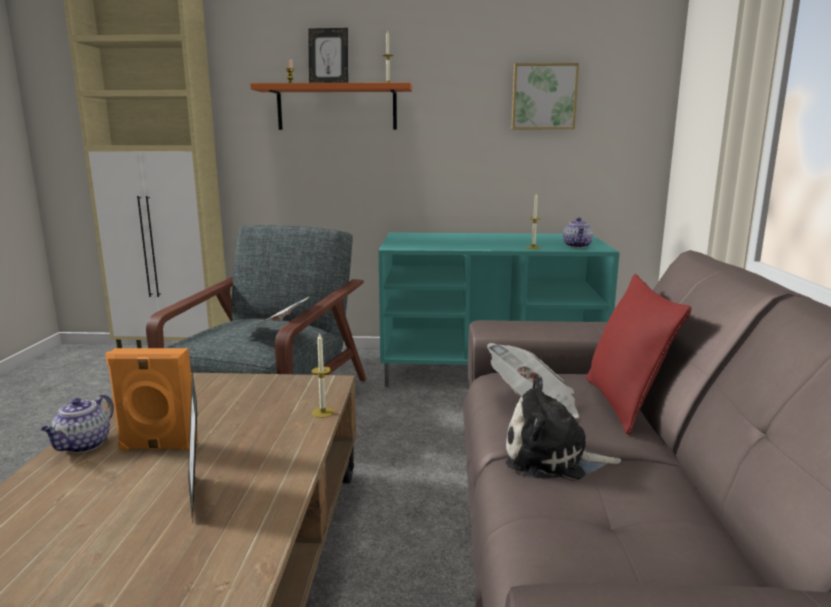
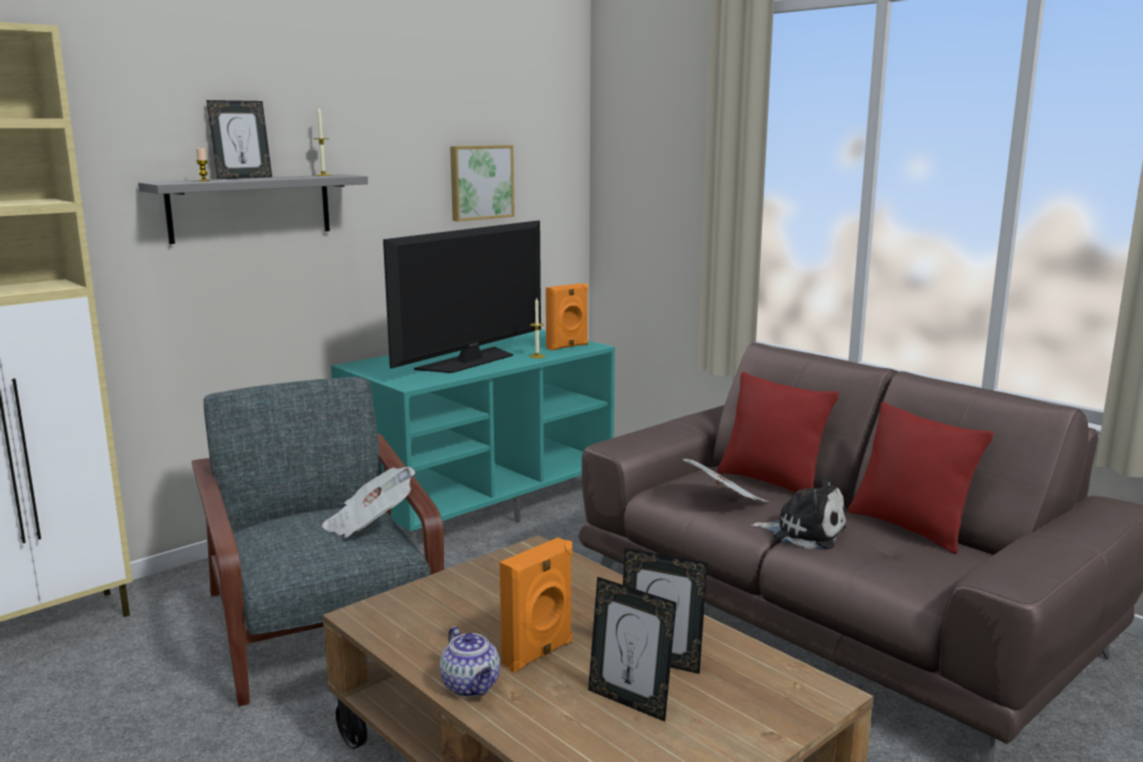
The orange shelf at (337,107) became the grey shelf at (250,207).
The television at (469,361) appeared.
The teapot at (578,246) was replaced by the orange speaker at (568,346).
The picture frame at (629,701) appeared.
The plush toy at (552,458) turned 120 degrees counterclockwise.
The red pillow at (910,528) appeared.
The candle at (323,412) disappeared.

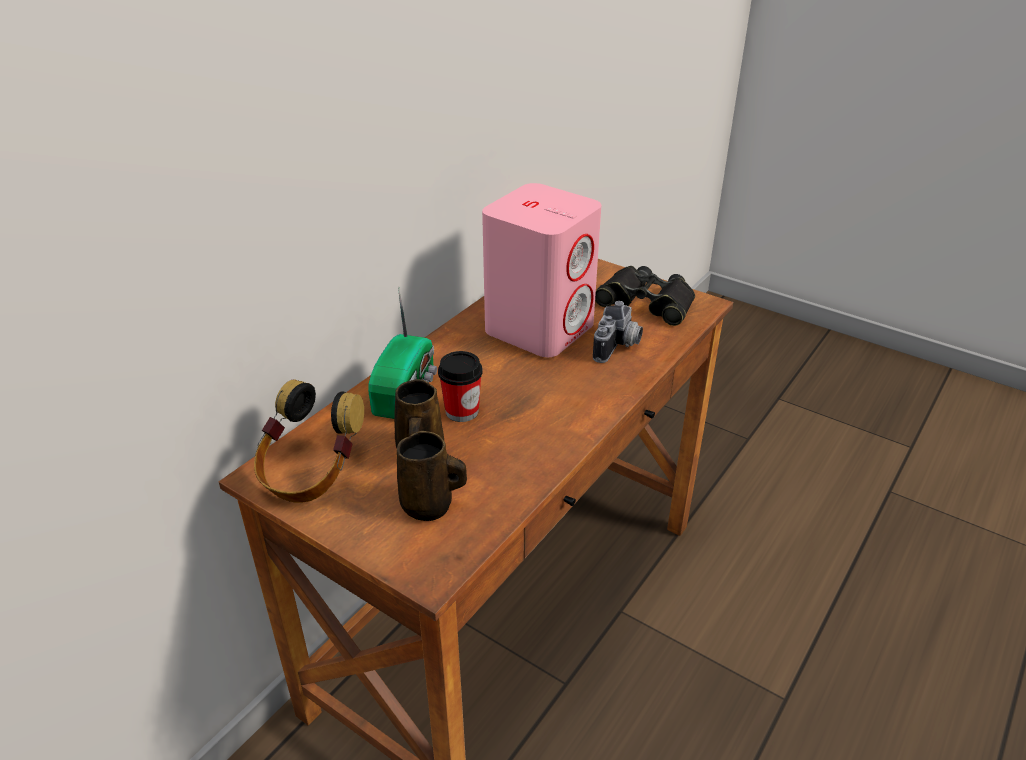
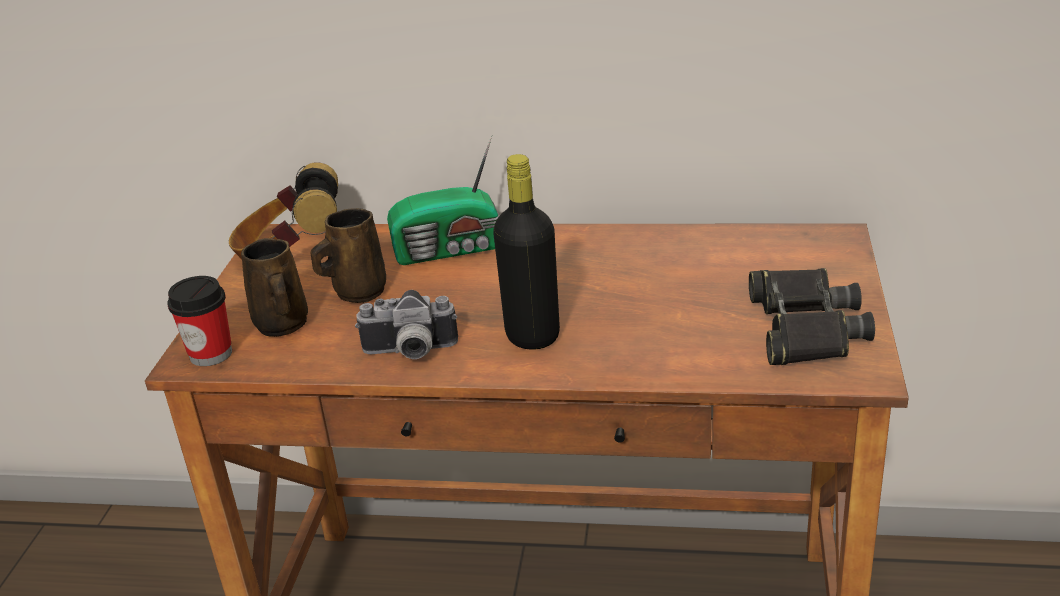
The cup moved from (462,411) to (211,354).
The photo camera moved from (618,347) to (410,353).
The black bottle at (532,336) appeared.
The pink speaker at (540,327) disappeared.

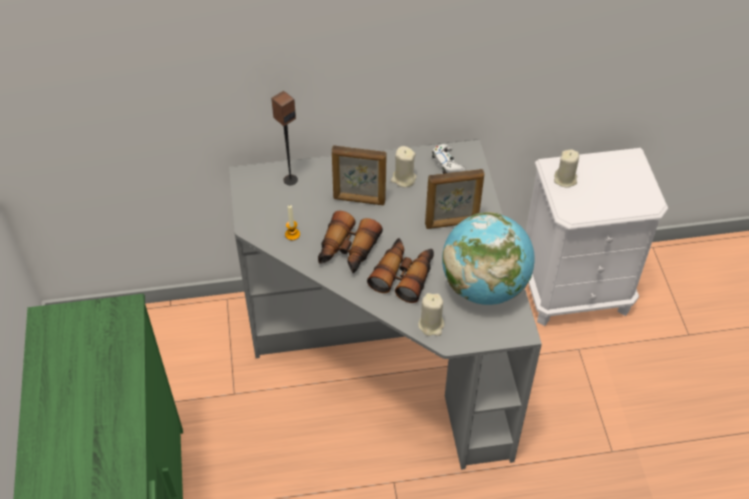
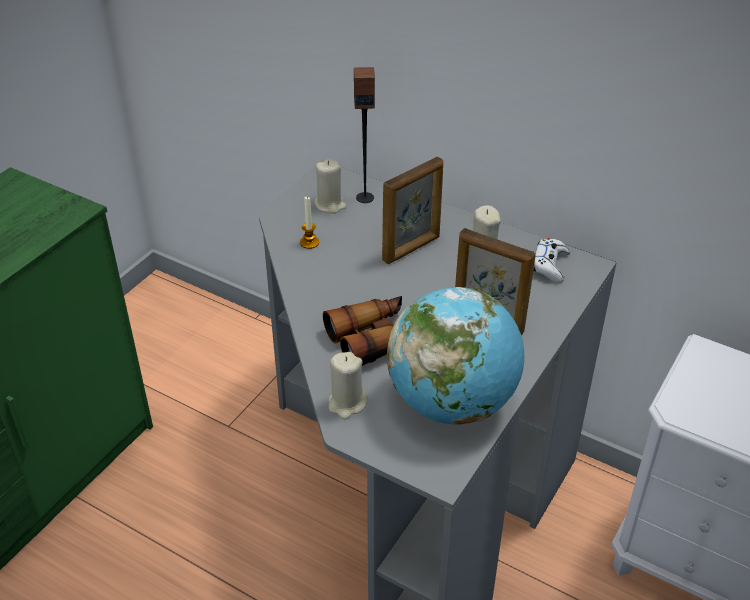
The beige candle moved from (565,179) to (330,205).
The picture frame at (359,200) turned 90 degrees counterclockwise.
The binoculars at (347,251) disappeared.

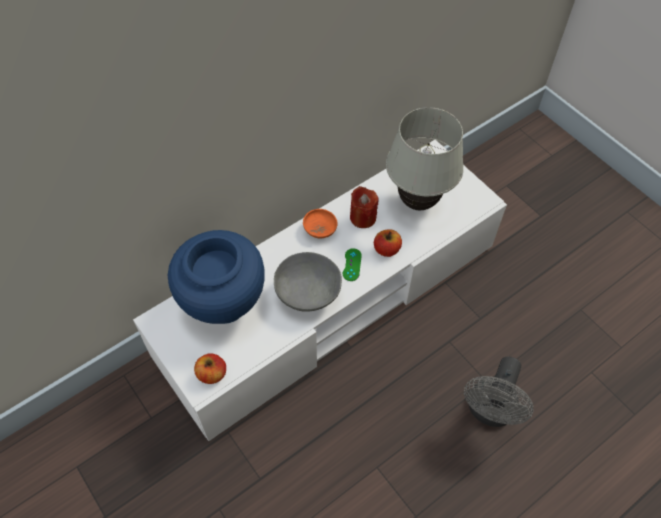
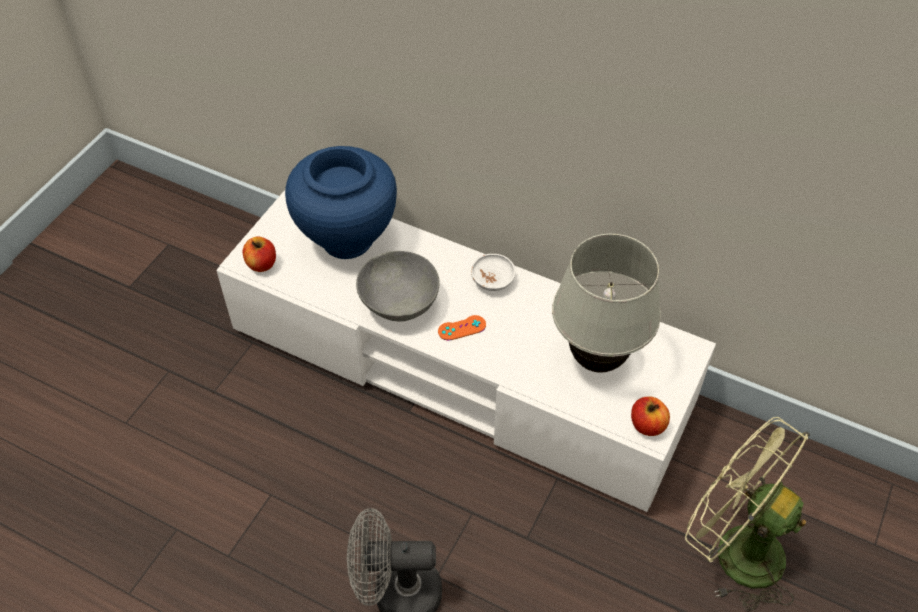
The green game controller at (352,264) became the orange game controller at (462,328).
The orange bowl at (320,229) became the white bowl at (492,280).
The apple moved from (386,249) to (647,425).
The green fan at (734,550) appeared.
The red candle at (363,217) disappeared.

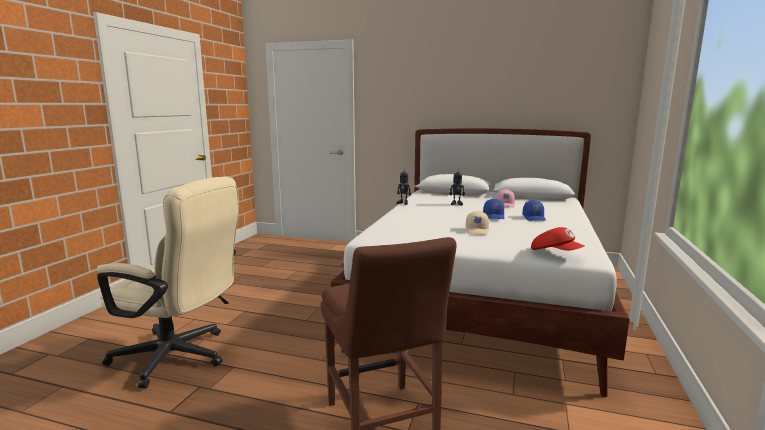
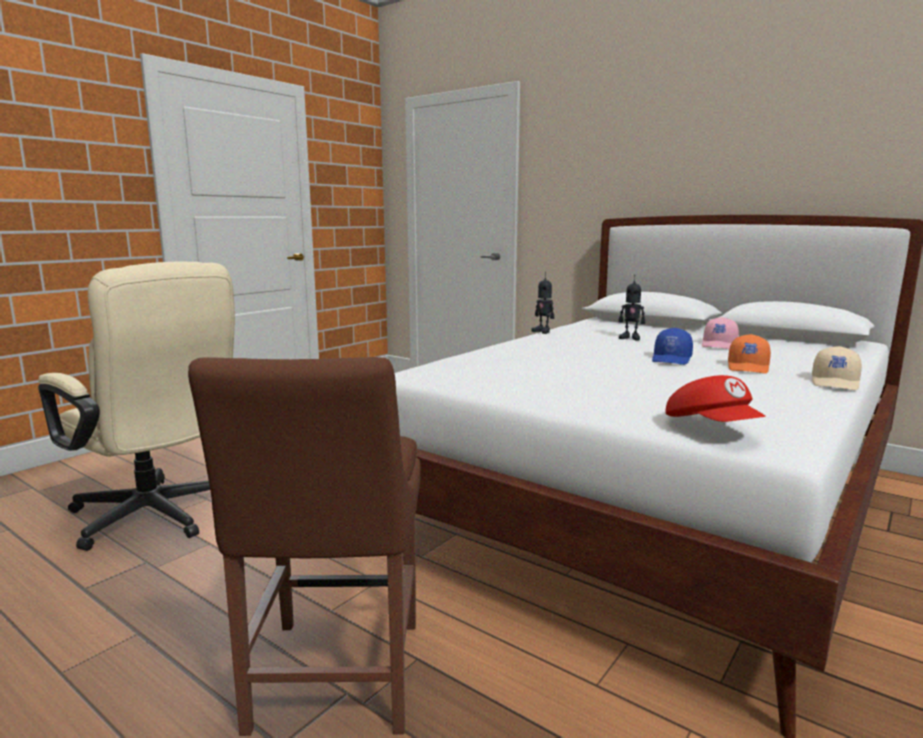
The blue cap at (534,218) became the orange cap at (749,367).
The beige cap moved from (477,230) to (836,383).

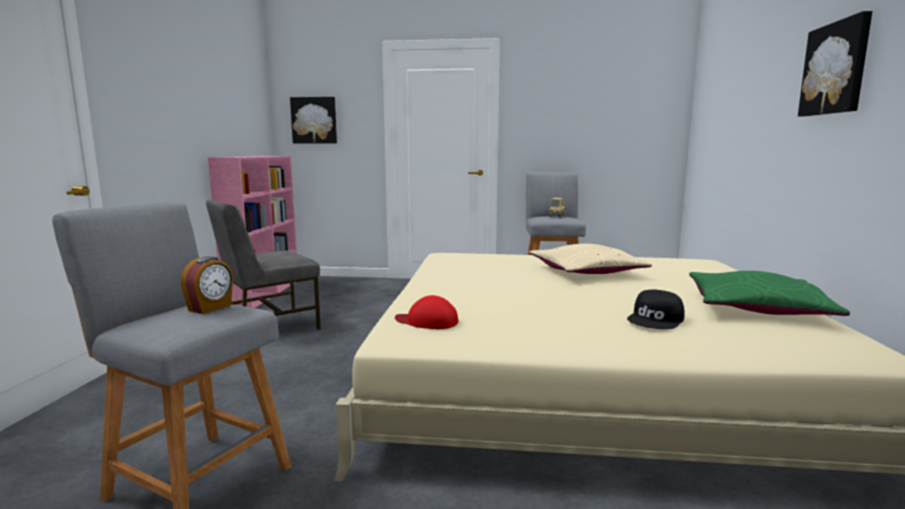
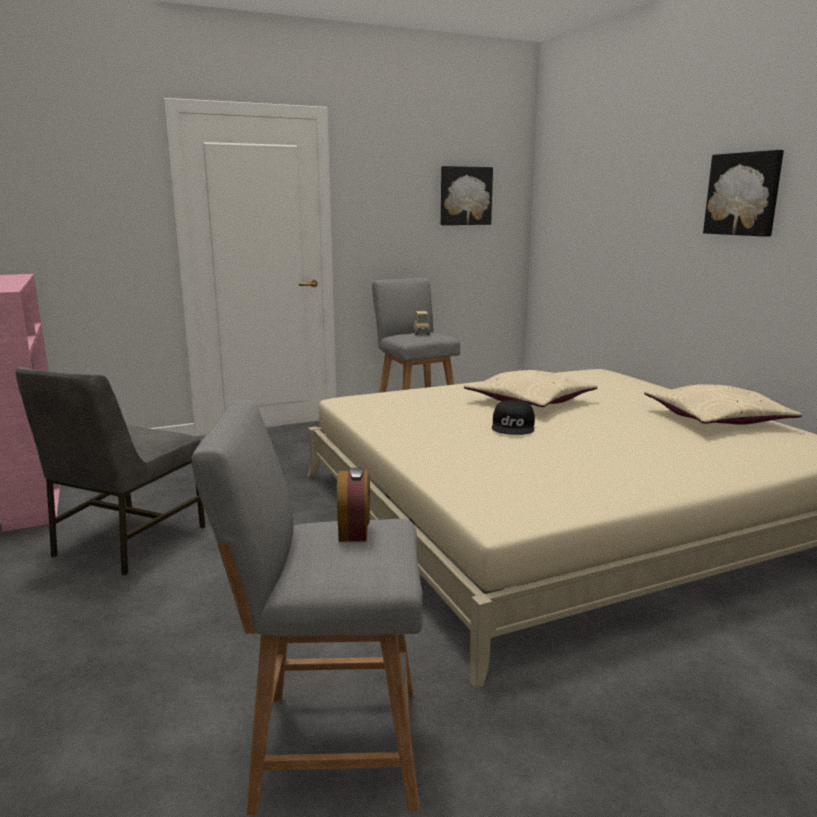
The picture moved from (314,120) to (465,196).
The black cap moved from (656,319) to (514,426).
The green pillow at (756,308) became the beige pillow at (716,419).
The red cap at (427,321) disappeared.

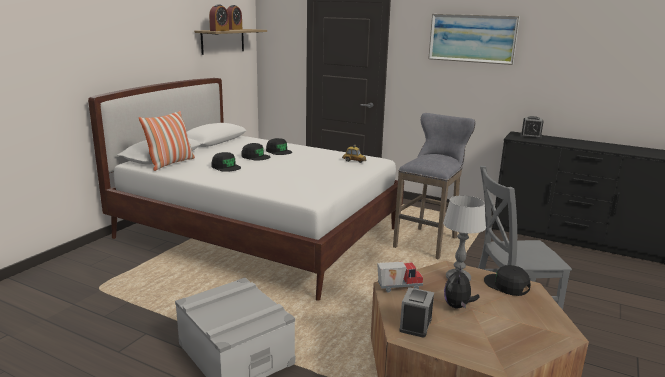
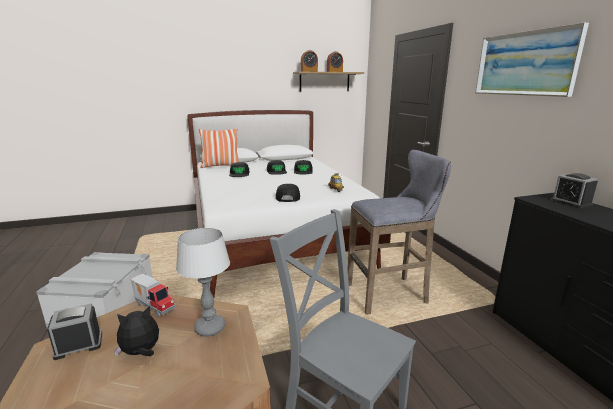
The black cap moved from (507,285) to (288,197).

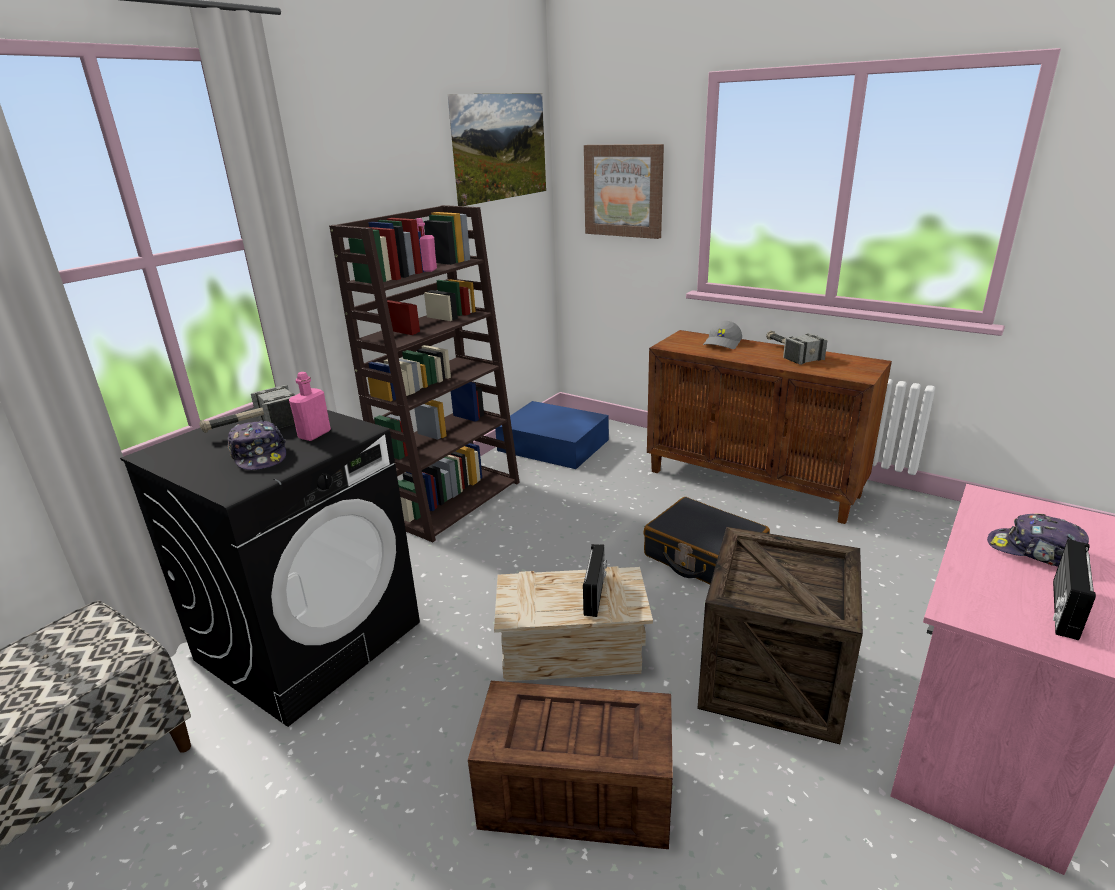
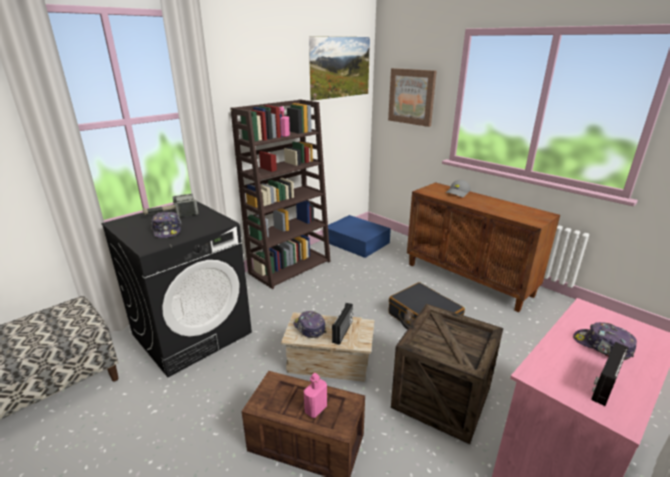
The cap at (309,328) appeared.
The pink bottle moved from (314,434) to (315,409).
The hammer at (789,353) disappeared.

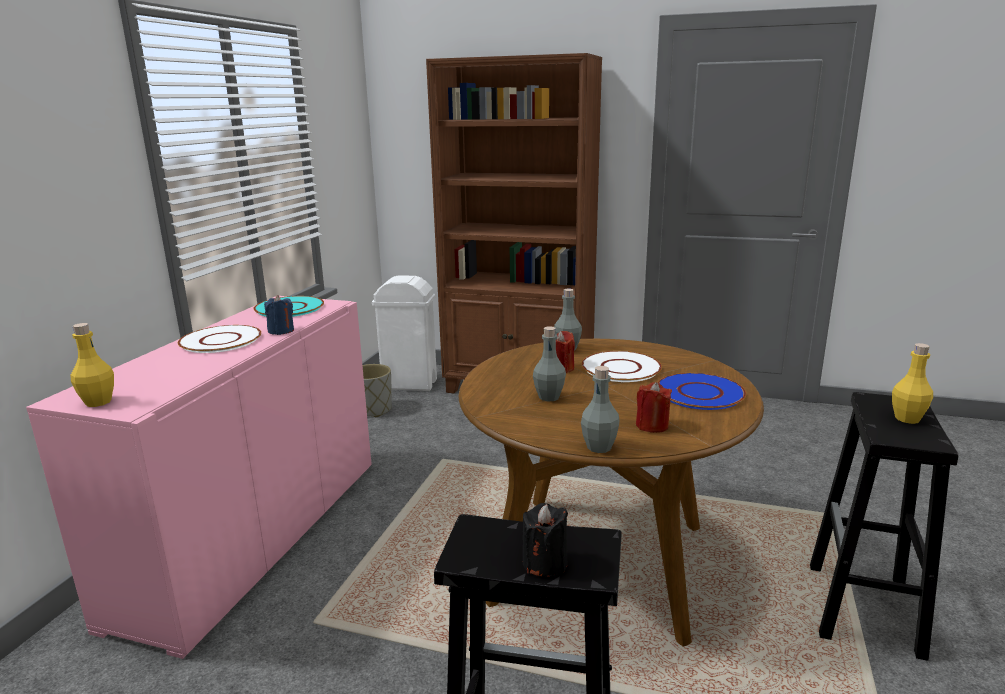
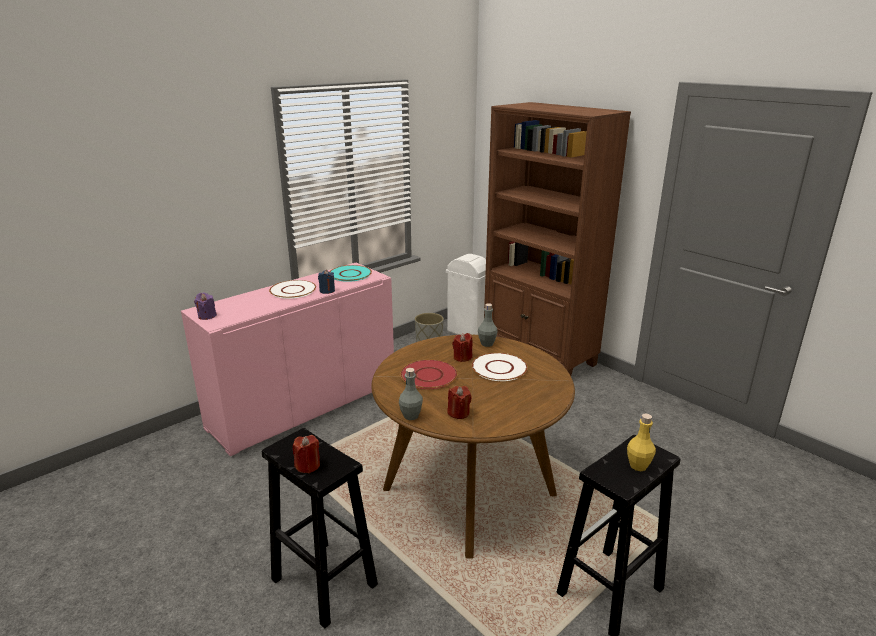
The yellow bottle at (98,402) was replaced by the purple candle at (207,316).
The black candle at (545,563) became the red candle at (308,465).
The grey bottle at (549,397) was replaced by the red plate at (428,375).
The blue plate at (699,393) disappeared.

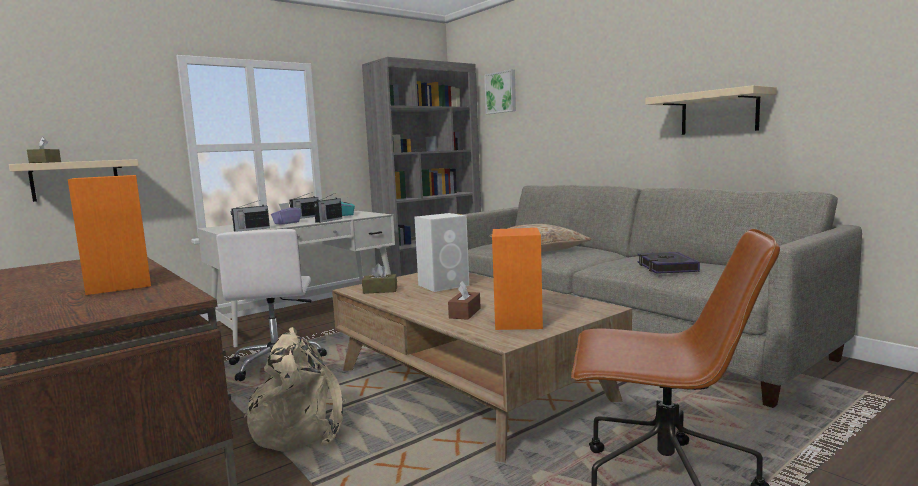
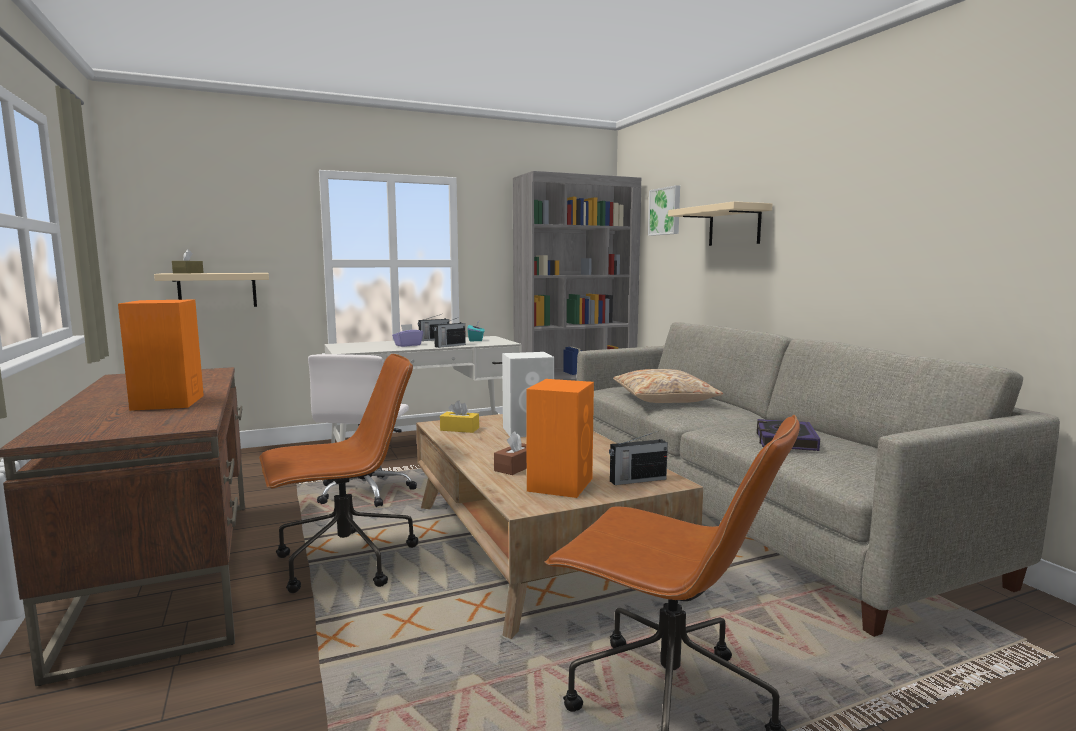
The beige backpack at (300,427) was replaced by the brown office chair at (343,562).
The brown tissue box at (380,290) became the yellow tissue box at (459,429).
The radio moved from (251,229) to (636,480).
The beige shelf moved from (719,113) to (734,226).

